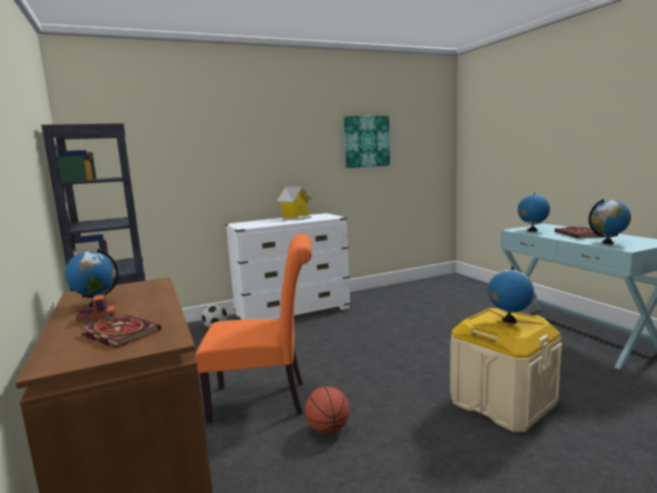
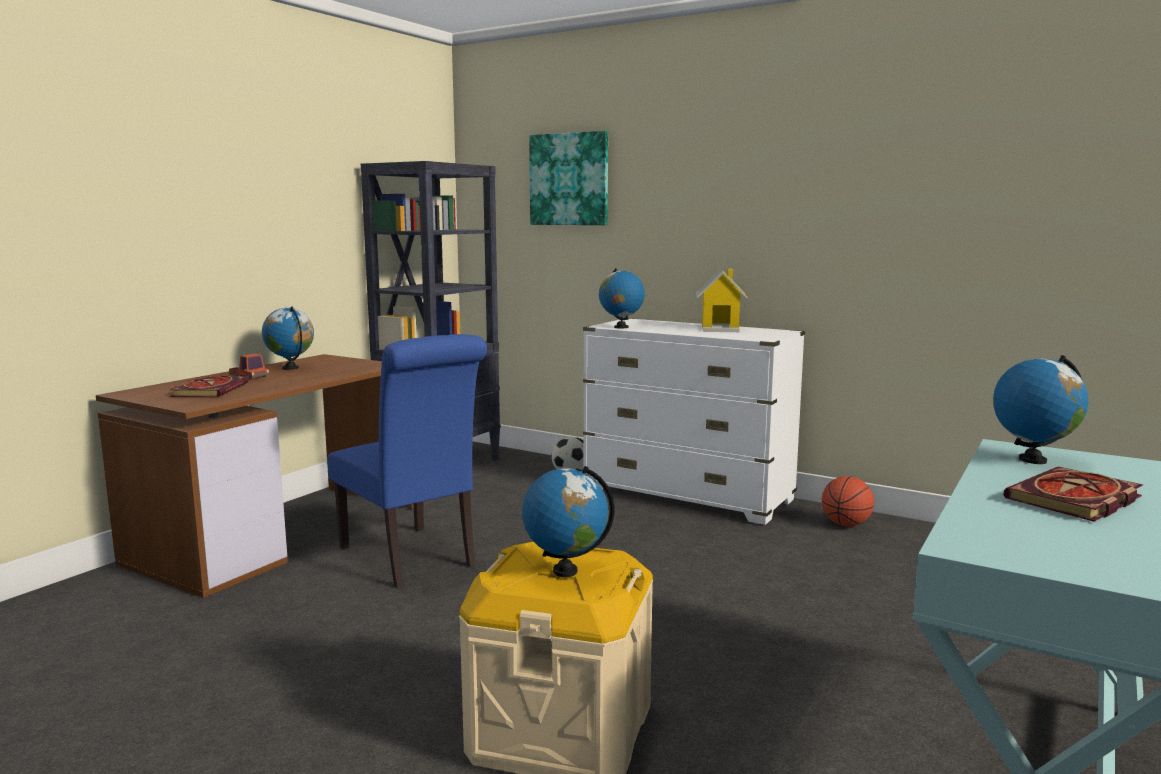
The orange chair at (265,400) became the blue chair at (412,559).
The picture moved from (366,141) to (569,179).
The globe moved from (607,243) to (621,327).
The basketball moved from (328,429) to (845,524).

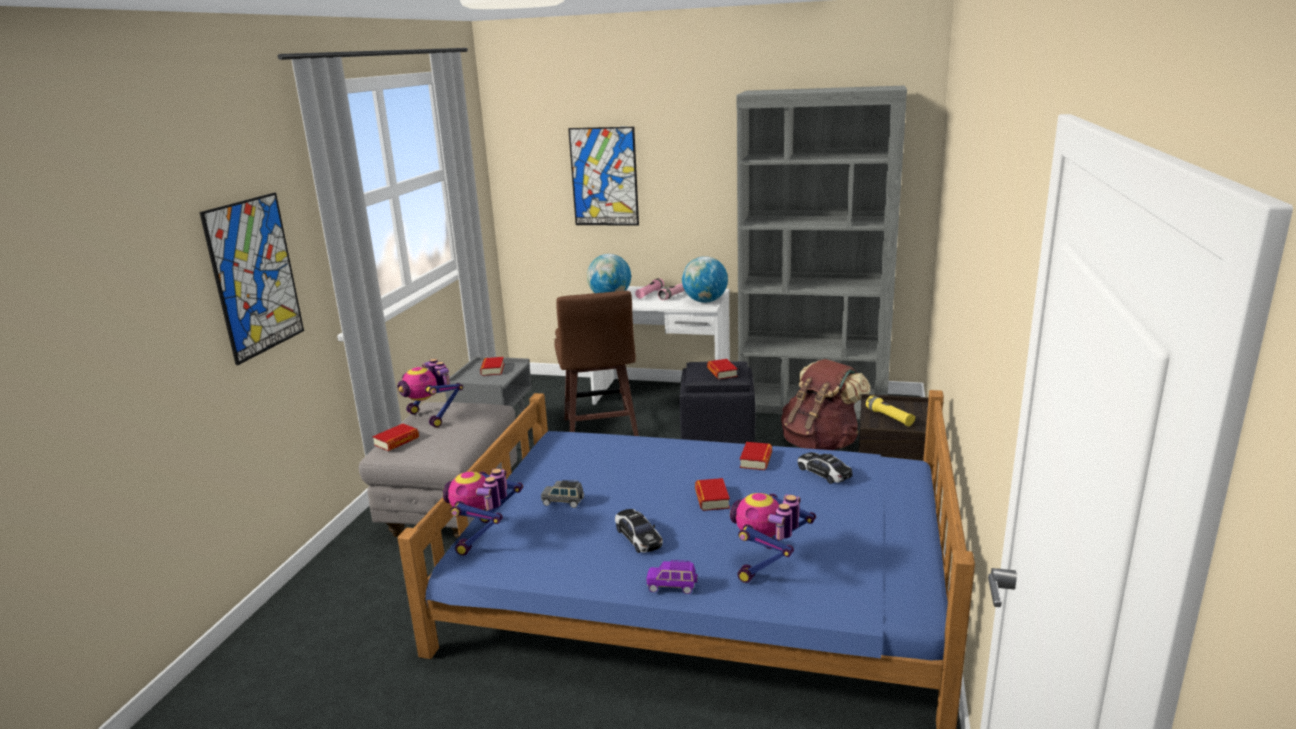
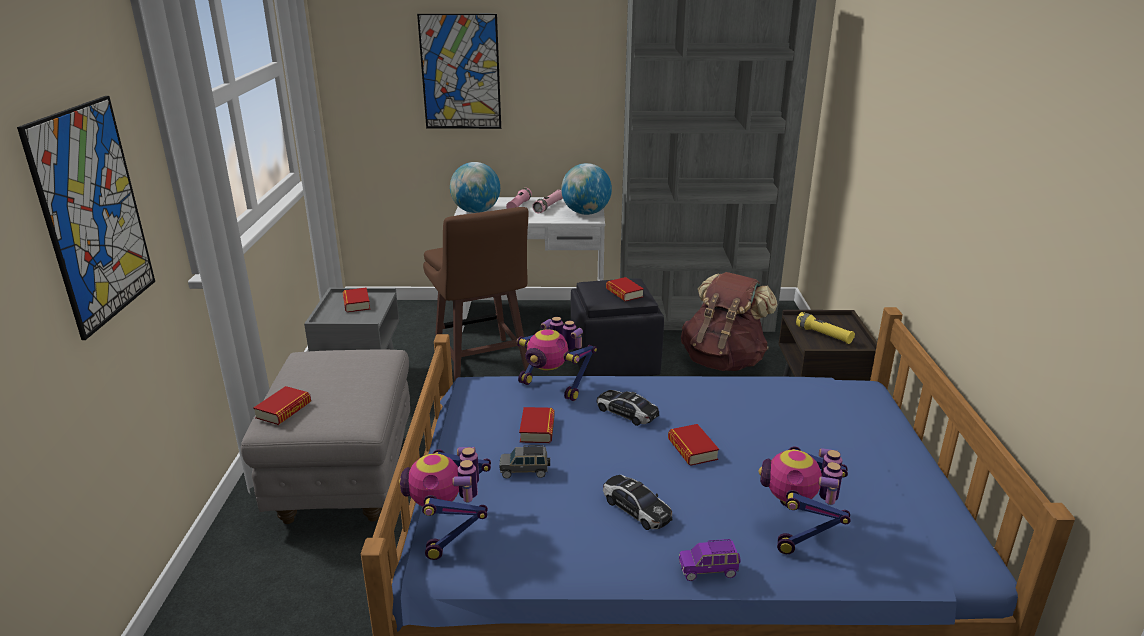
The toy robot moved from (431,417) to (553,387).
The book moved from (756,460) to (537,429).
The toy car moved from (824,473) to (627,413).

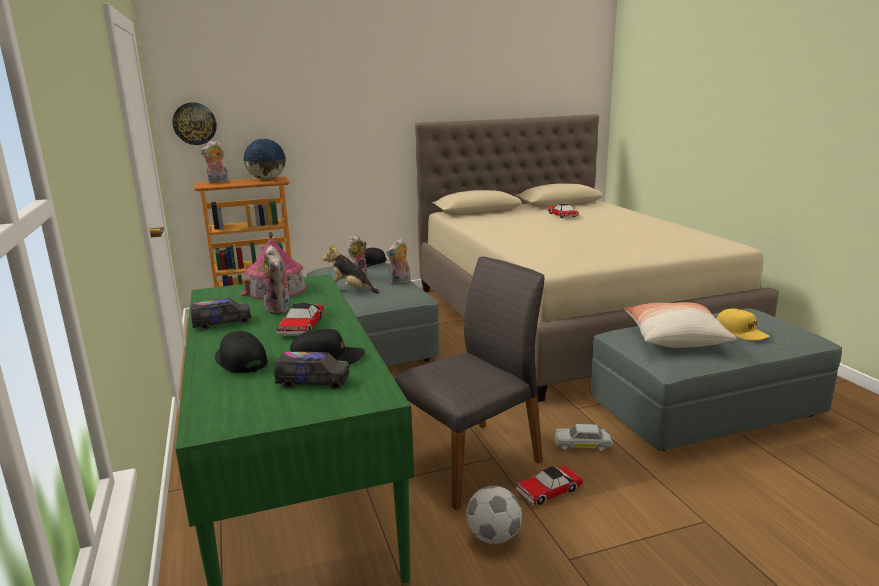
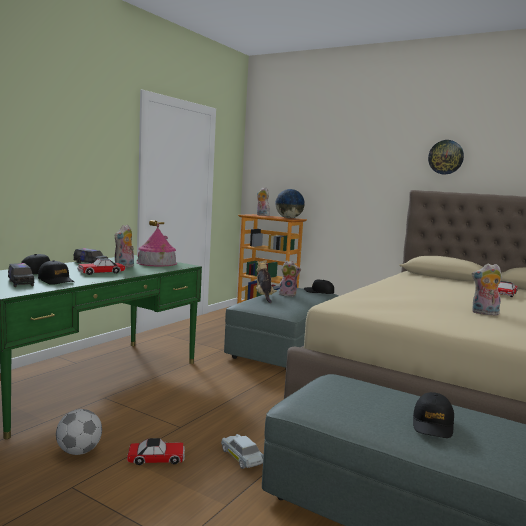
The toy car at (549,490) turned 150 degrees clockwise.
The yellow cap at (741,332) became the black cap at (433,424).
The wall clock moved from (194,123) to (446,157).
The plush toy moved from (400,282) to (484,313).
The grey chair at (470,460) disappeared.
The pillow at (674,338) disappeared.

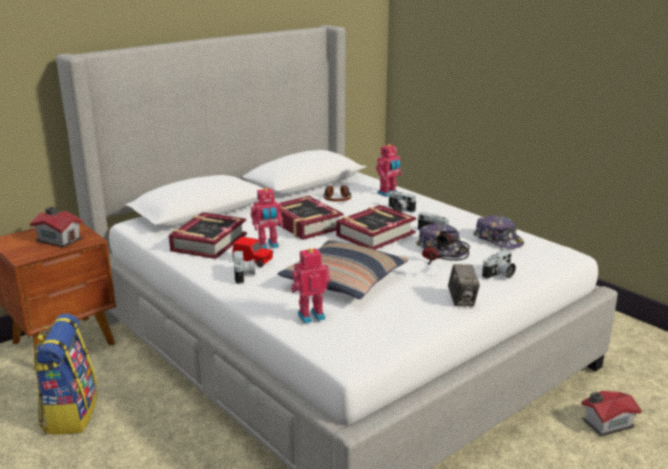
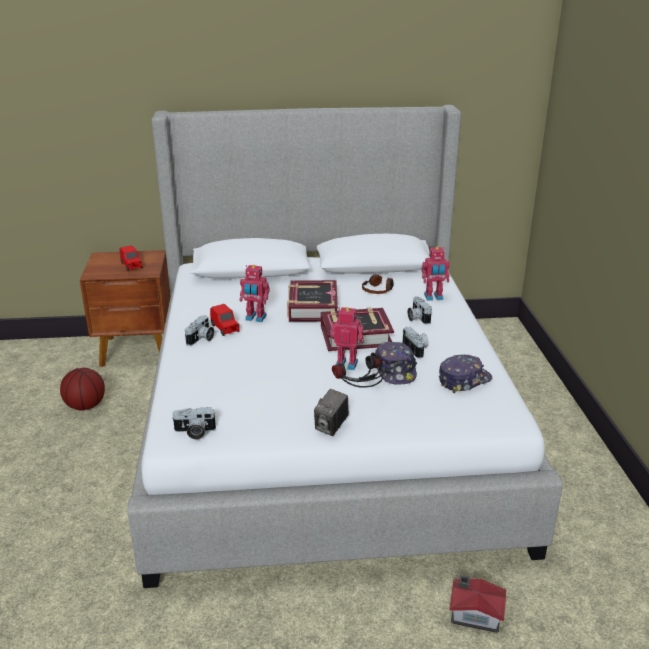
The backpack at (70,413) was replaced by the basketball at (85,406).
The toy house at (59,239) was replaced by the red toy car at (131,266).
The photo camera moved from (499,275) to (194,432).
The toy robot moved from (310,315) to (347,363).
The cap at (498,240) turned 120 degrees counterclockwise.
The book at (208,242) disappeared.
The pillow at (344,280) disappeared.

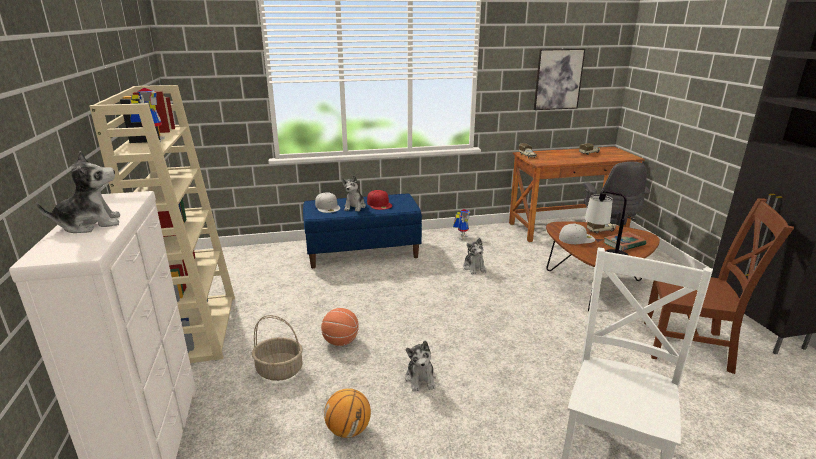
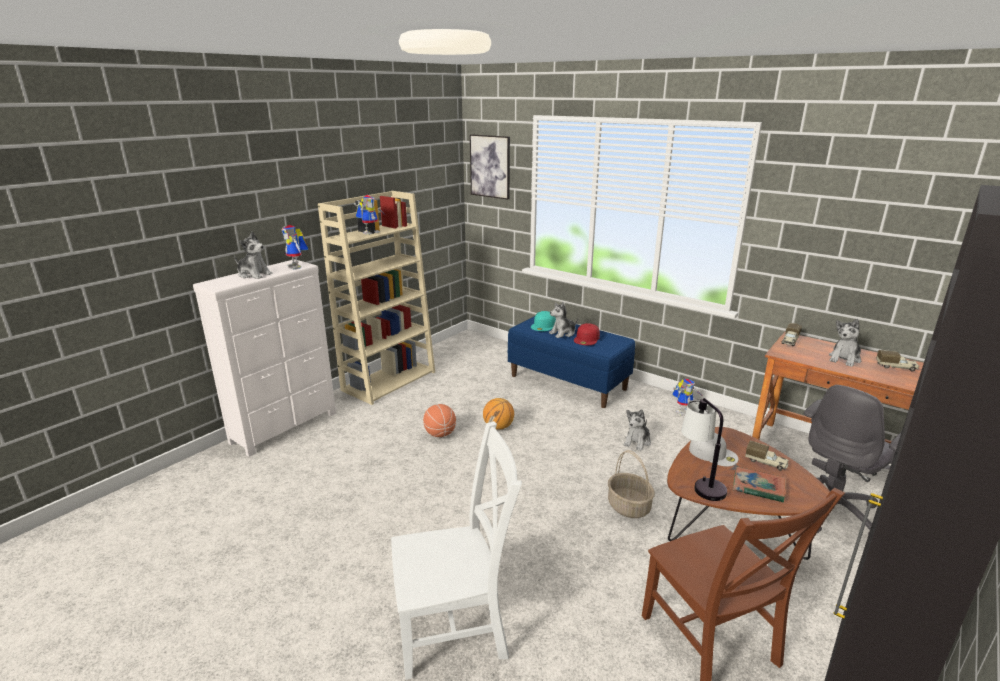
The toy robot at (298,267) appeared.
The picture moved from (558,79) to (490,166).
The basketball moved from (349,430) to (498,427).
The white cap at (328,207) became the turquoise cap at (543,325).
The basket moved from (280,370) to (629,507).
The plush toy moved from (421,379) to (844,359).

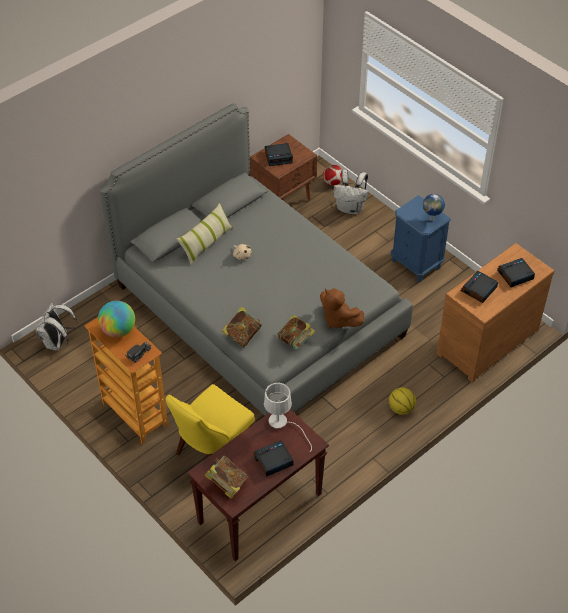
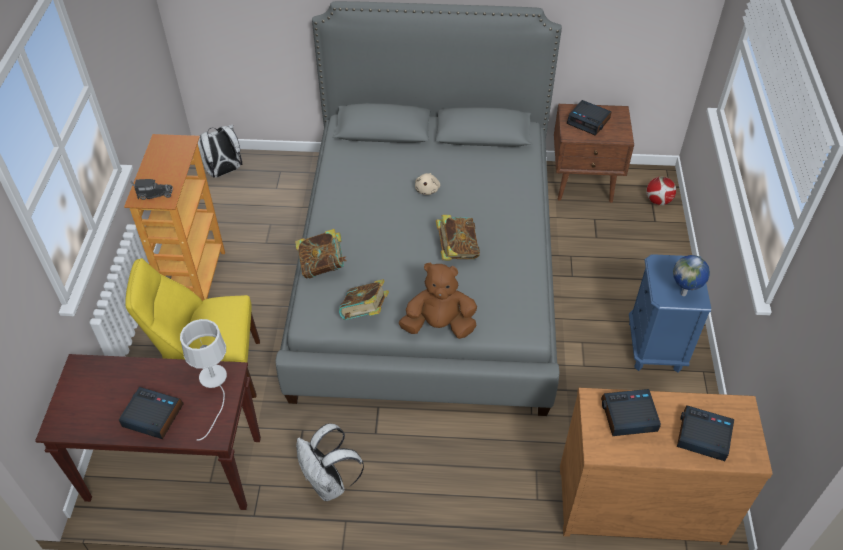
The white backpack moved from (350,208) to (329,484).
The brown plush toy at (338,319) turned 90 degrees clockwise.
The book moved from (227,484) to (457,250).
The globe at (118,330) disappeared.
The pillow at (206,243) disappeared.
The basketball at (401,408) disappeared.

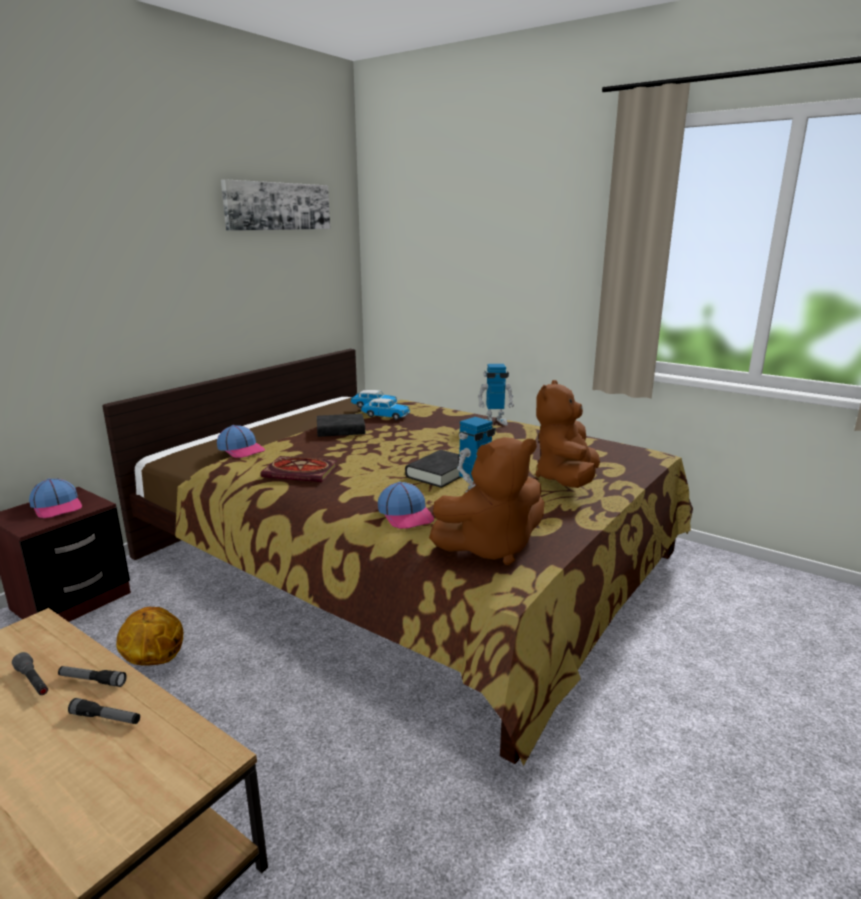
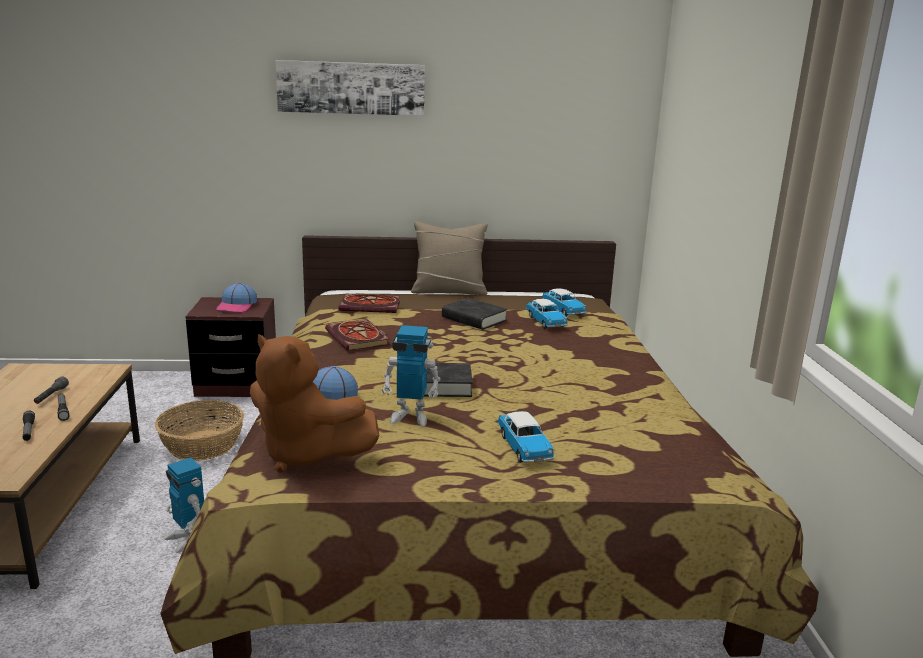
The basketball at (154,661) was replaced by the basket at (202,445).
The toy robot moved from (495,422) to (187,539).
The picture moved from (278,206) to (351,88).
The cap at (241,449) was replaced by the book at (372,306).
The beige pillow at (449,291) appeared.
The brown plush toy at (566,480) was replaced by the toy car at (524,447).

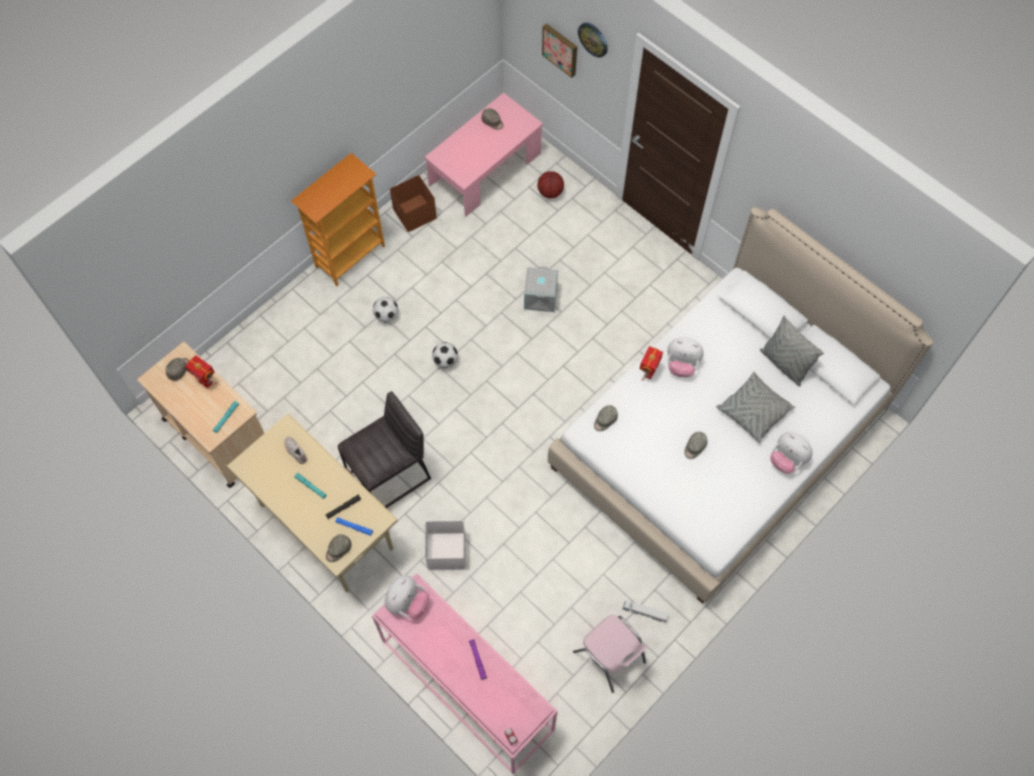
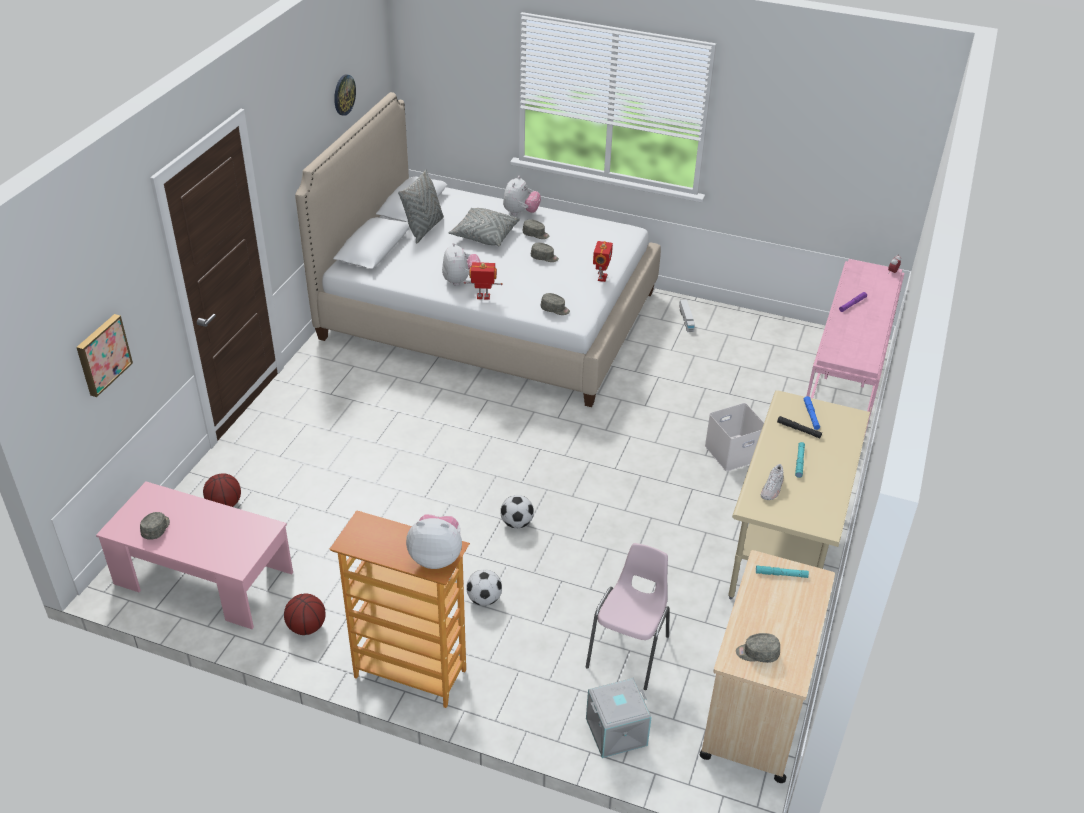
The brown storage box at (415,213) was replaced by the basketball at (306,627).
The wall clock moved from (593,39) to (344,94).
The plush toy moved from (407,603) to (436,557).
The grey cap moved from (338,550) to (536,234).
The pink chair moved from (610,657) to (629,651).
The grey storage box moved from (540,297) to (616,733).
The toy robot moved from (206,381) to (601,277).
The grey stool at (390,476) disappeared.

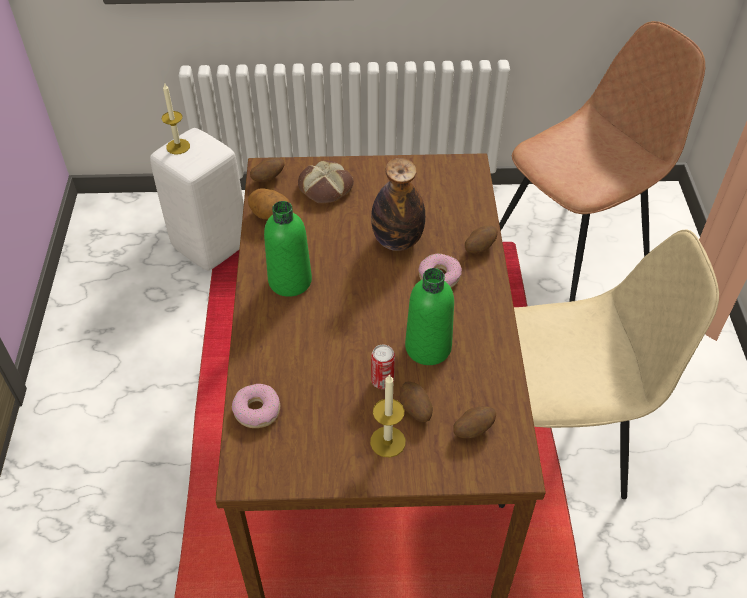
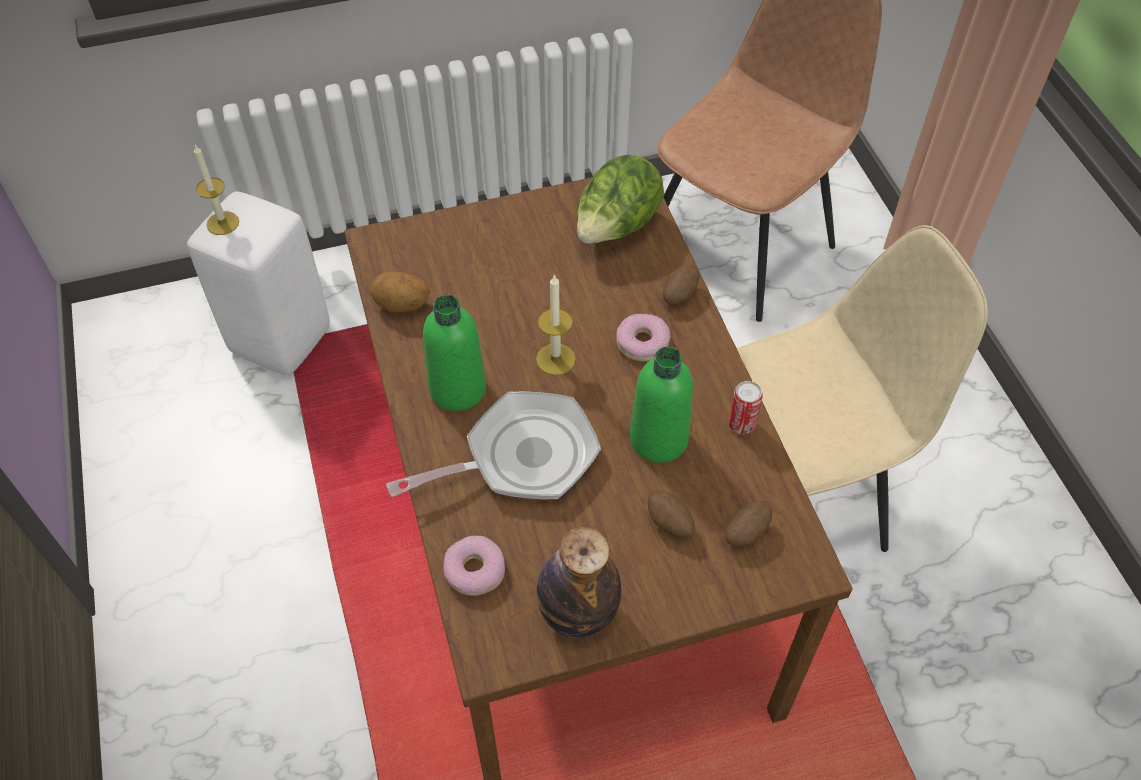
The frying pan at (521,458) appeared.
The candle moved from (387,441) to (555,359).
The bottle moved from (397,241) to (578,612).
The lettuce at (616,228) appeared.
The can moved from (382,381) to (741,424).
The potato at (268,178) disappeared.
The bread at (326,188) disappeared.

